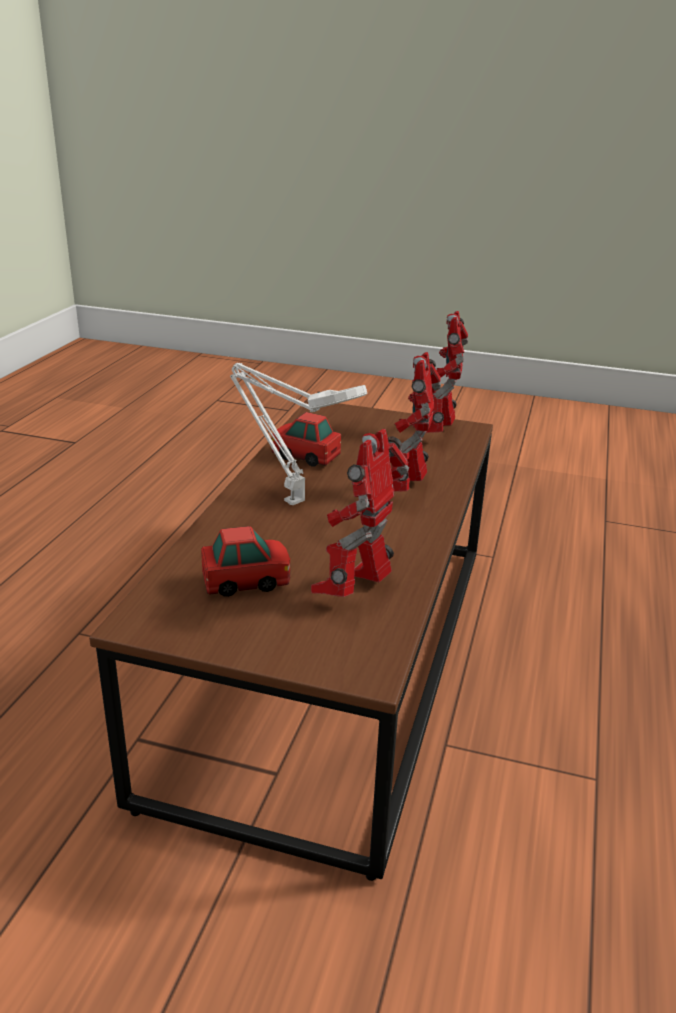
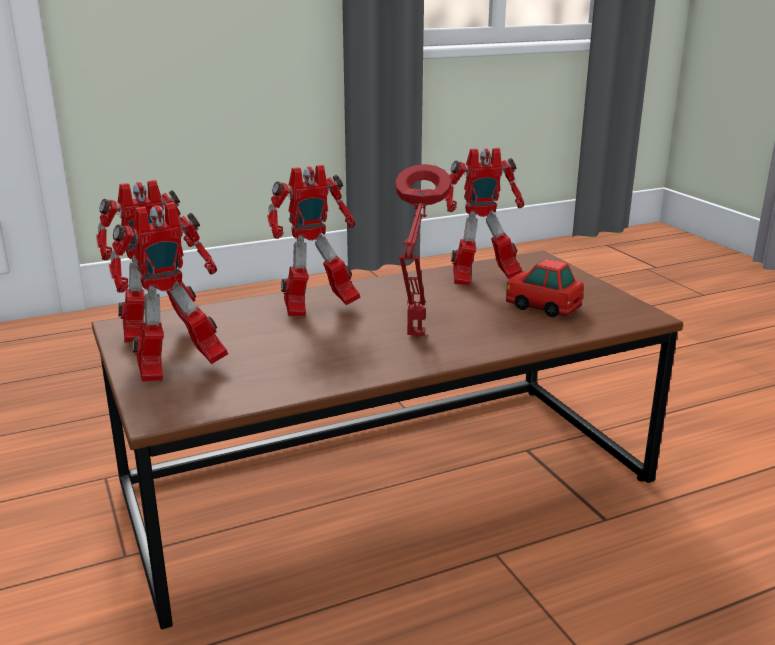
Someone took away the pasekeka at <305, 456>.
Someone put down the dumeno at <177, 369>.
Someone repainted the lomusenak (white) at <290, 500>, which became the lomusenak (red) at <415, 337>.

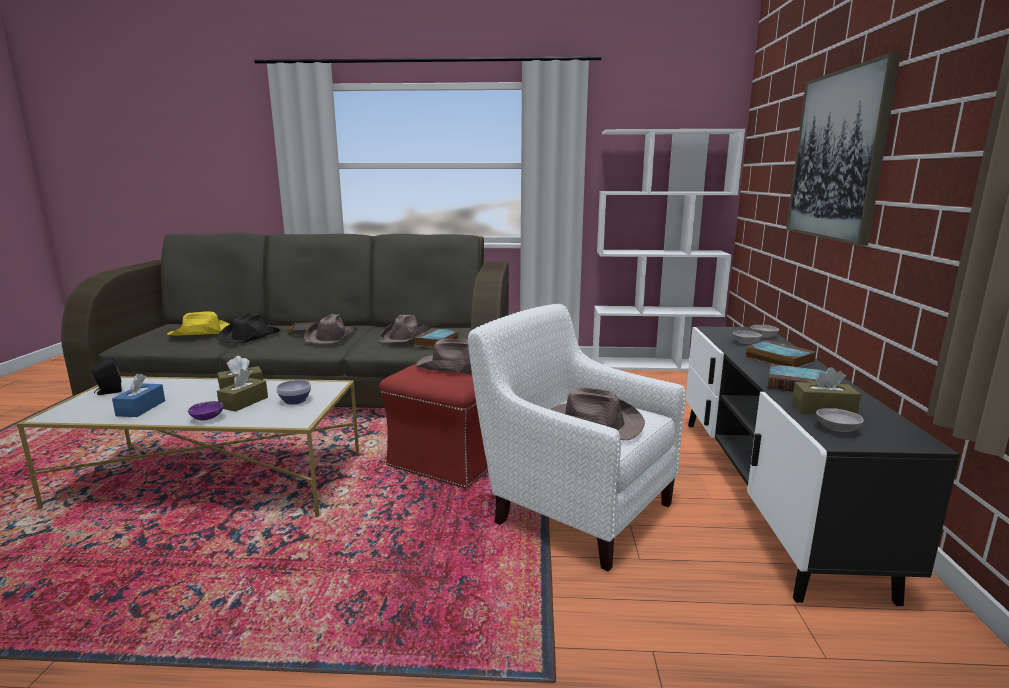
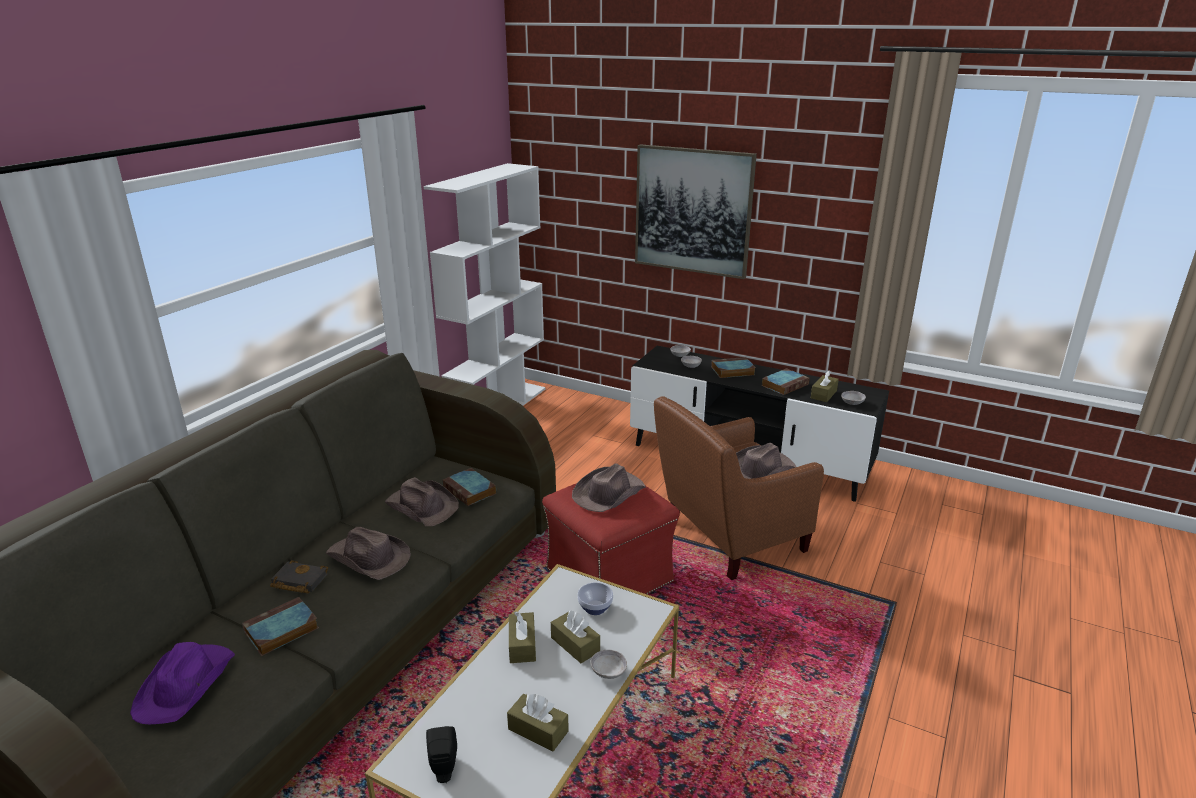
Someone swapped the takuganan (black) at <249, 336> for the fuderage at <280, 631>.
Someone repainted the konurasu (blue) at <141, 408>, which became the konurasu (brown) at <538, 730>.
Someone repainted the takuganan (yellow) at <202, 333>, which became the takuganan (purple) at <186, 684>.
Someone repainted the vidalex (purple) at <207, 418>, which became the vidalex (grey) at <608, 672>.
Someone repainted the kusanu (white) at <575, 507>, which became the kusanu (brown) at <727, 538>.

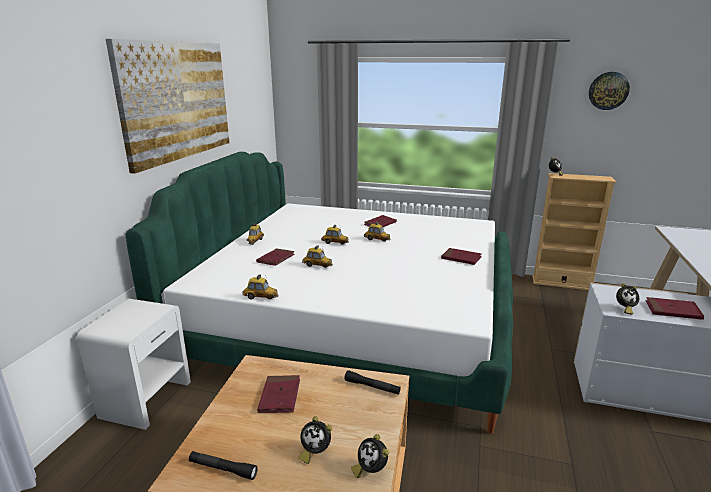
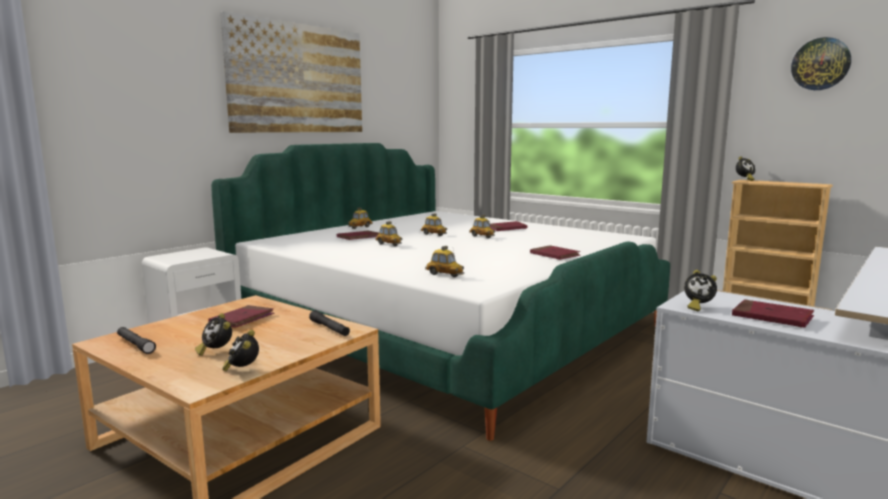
Someone carried the pasekeka from <260, 297> to <444, 275>.

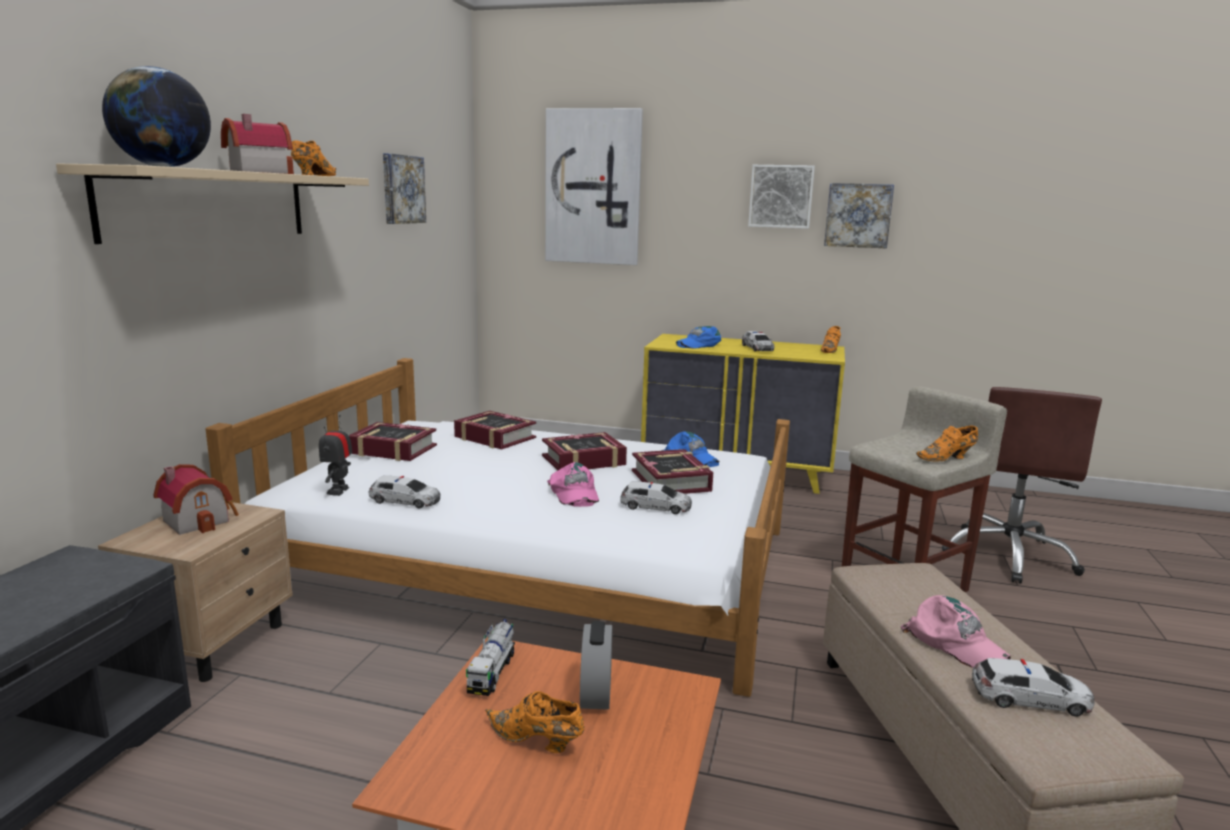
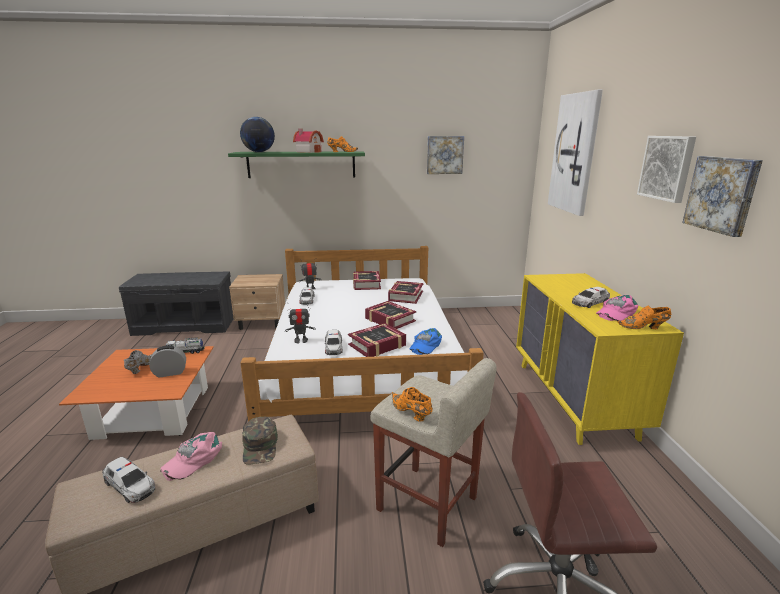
Someone took away the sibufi at <199, 519>.
Someone took away the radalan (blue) at <698, 344>.
Someone put down the radalan (green) at <260, 446>.
Someone put down the dumeno at <301, 340>.
Someone carried the radalan (pink) from <573, 493> to <615, 312>.
Someone repainted the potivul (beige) at <210, 205>, which became the potivul (green) at <301, 164>.
Someone repainted the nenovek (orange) at <536, 741>, which became the nenovek (grey) at <140, 368>.
Someone rotated the pasekeka at <1030, 698> by 45 degrees counterclockwise.

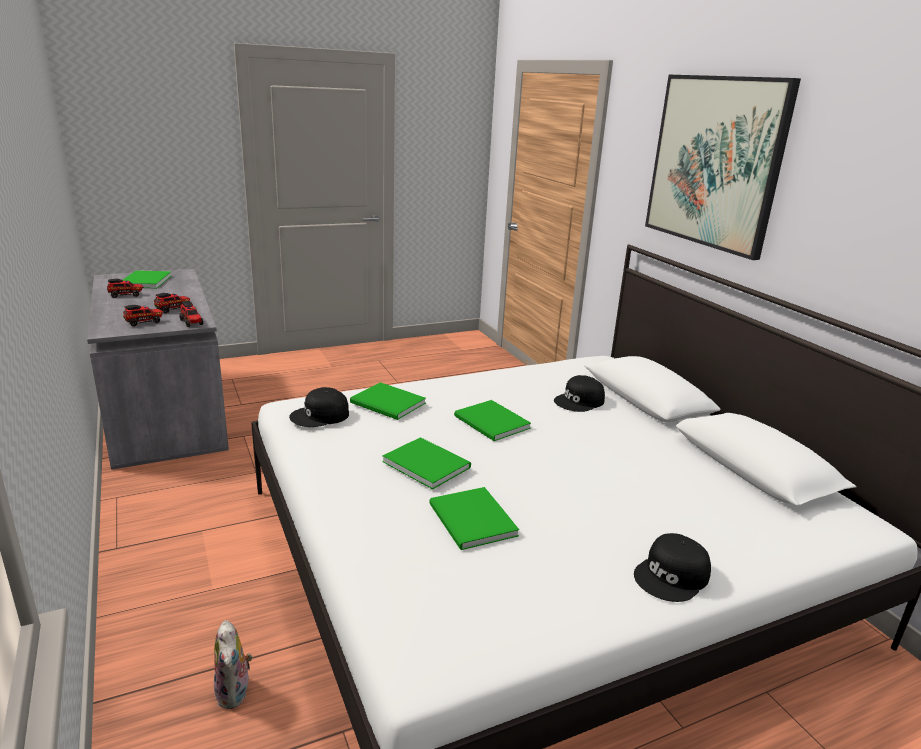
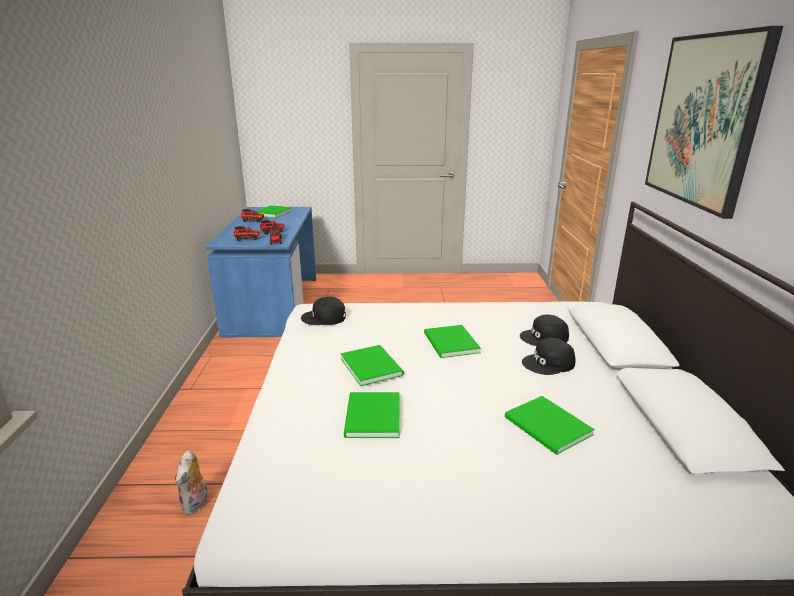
Someone carried the fuderage (green) from <388, 404> to <548, 428>.
Someone carried the radalan (black) from <672, 576> to <549, 363>.
Someone repainted the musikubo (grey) at <163, 412>, which became the musikubo (blue) at <272, 305>.

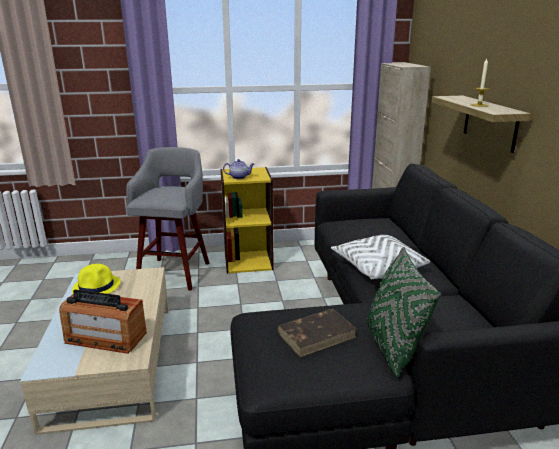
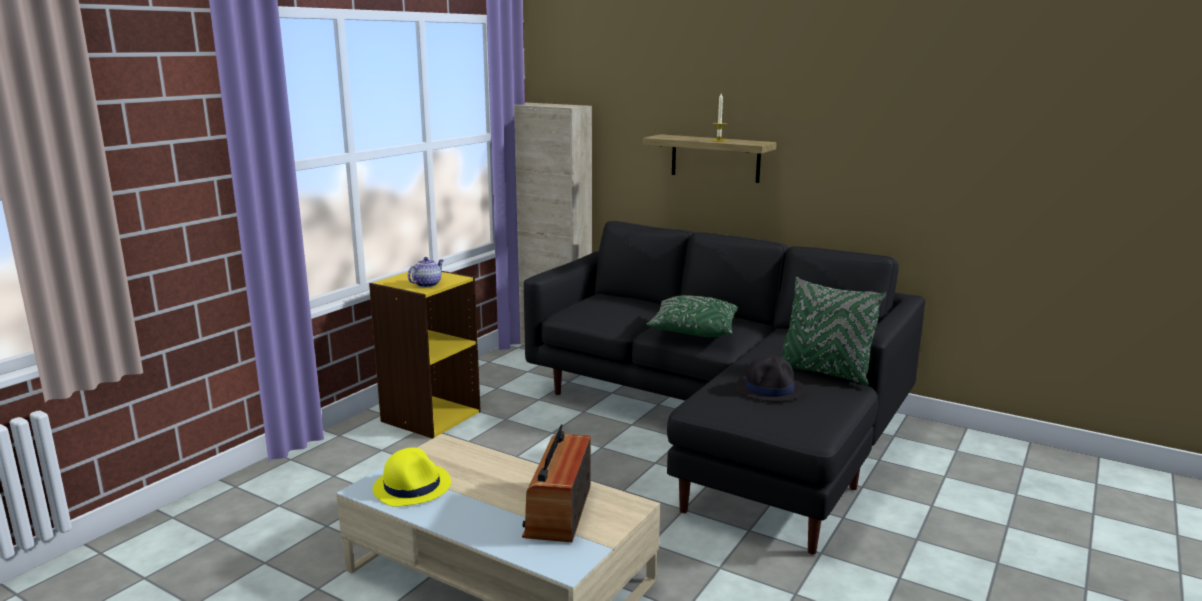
Someone took away the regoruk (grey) at <175, 272>.
Someone swapped the fuderage (brown) at <316, 334> for the takuganan (black) at <770, 389>.
Someone repainted the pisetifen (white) at <377, 267>, which became the pisetifen (green) at <693, 331>.
Someone rotated the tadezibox at <105, 338> by 135 degrees clockwise.

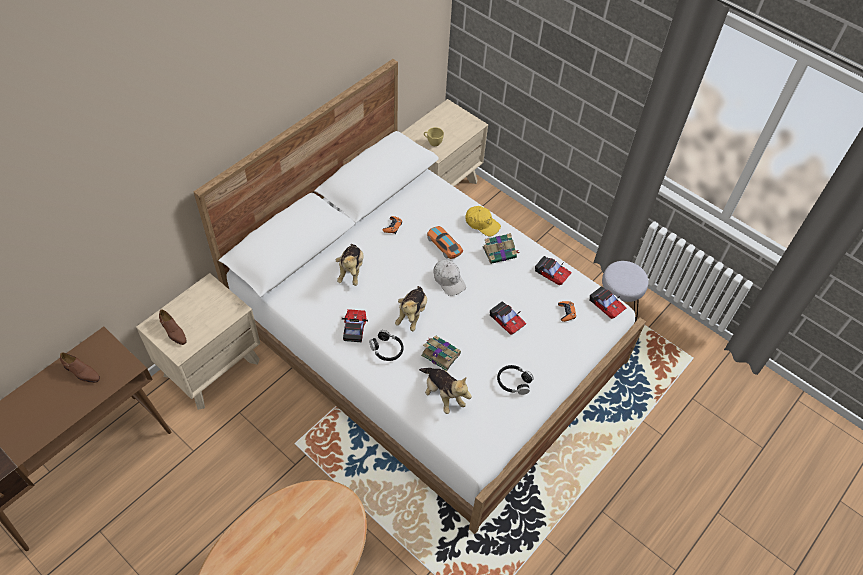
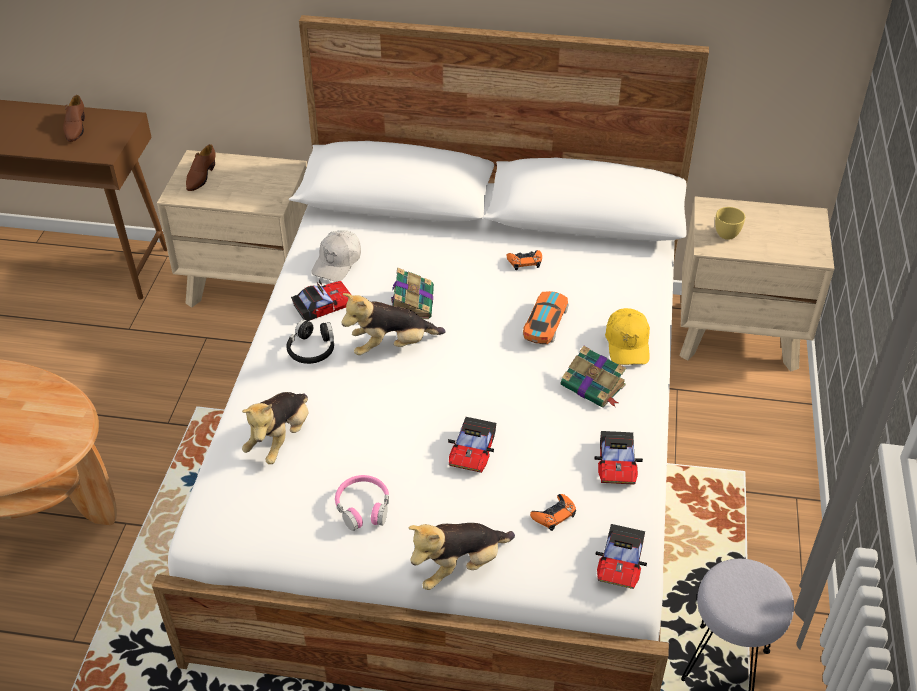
Someone carried the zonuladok from <351, 271> to <459, 566>.
Someone carried the fuderage from <440, 354> to <412, 302>.
Someone carried the radalan (white) from <449, 280> to <337, 262>.
Someone repainted the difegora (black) at <514, 382>, which became the difegora (pink) at <363, 507>.

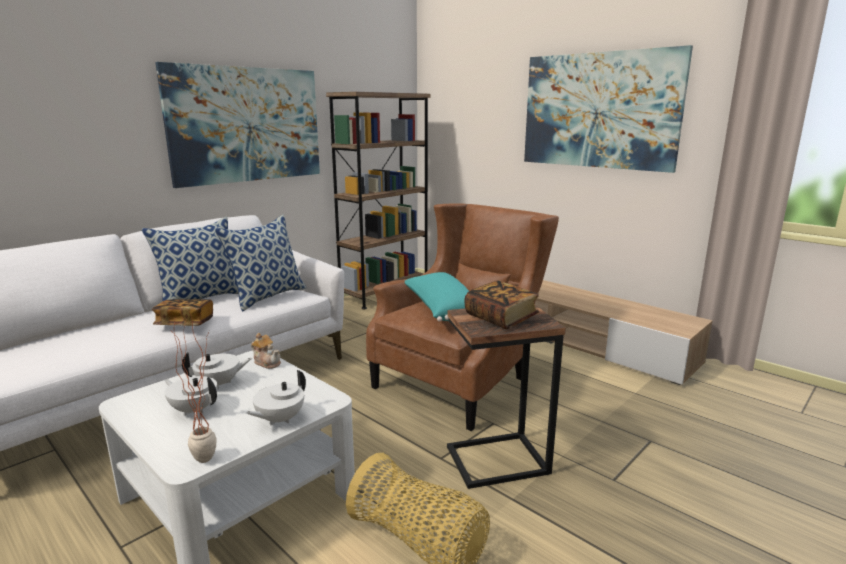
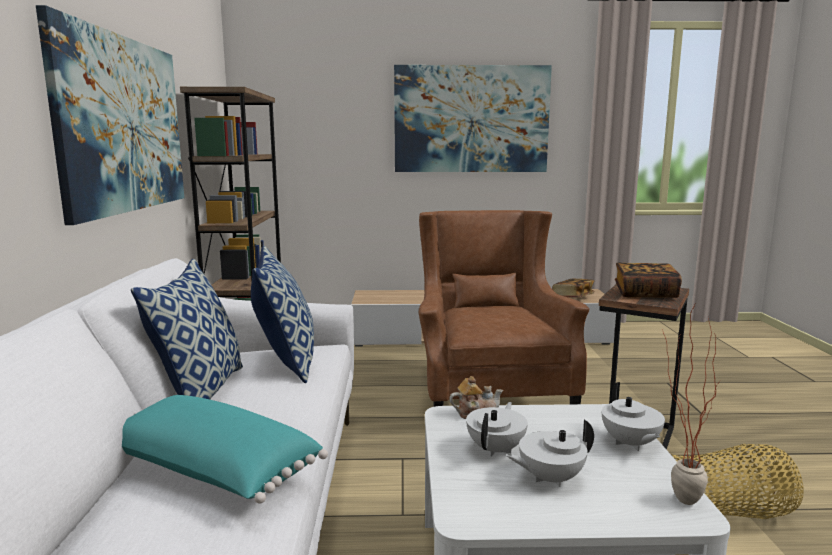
Someone carried the fuderage from <185, 324> to <572, 297>.
Someone carried the pisetifen (turquoise) from <441, 310> to <208, 472>.

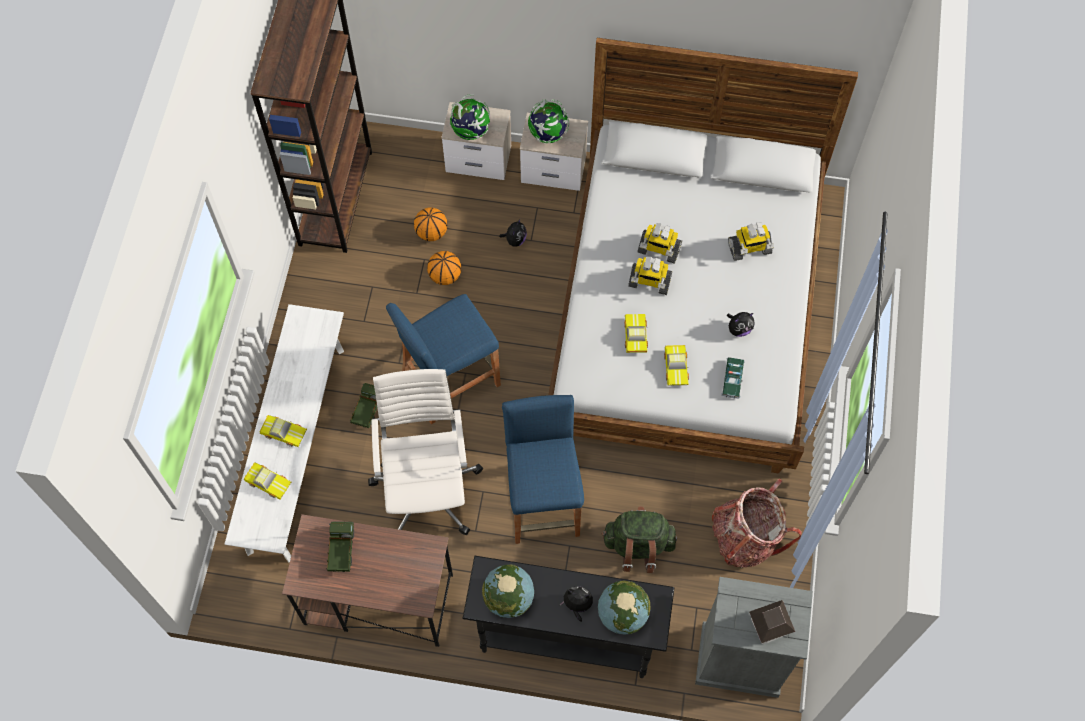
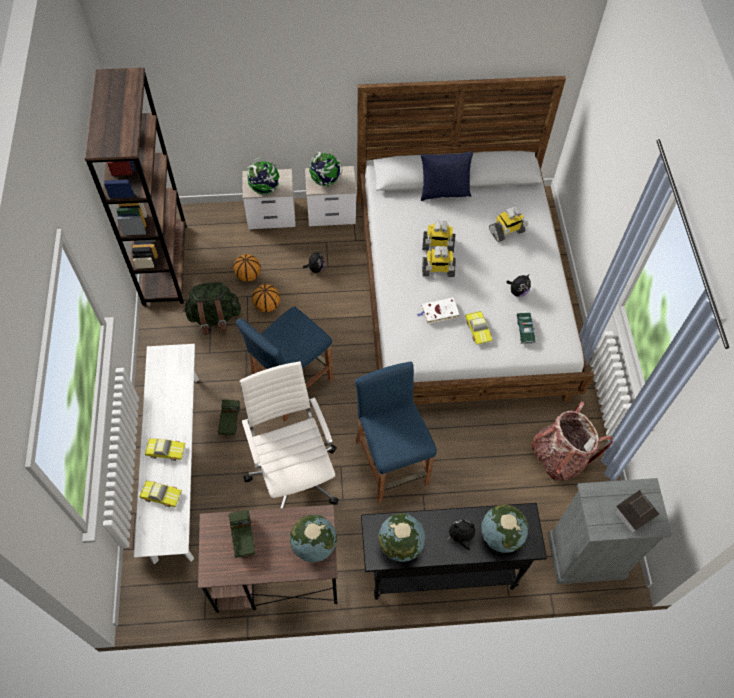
Someone put down the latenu at <313, 545>.
Someone put down the pisetifen (blue) at <444, 192>.
Someone carried the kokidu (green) from <638, 545> to <214, 318>.
Someone swapped the pasekeka at <634, 336> for the fuderage (white) at <438, 312>.

